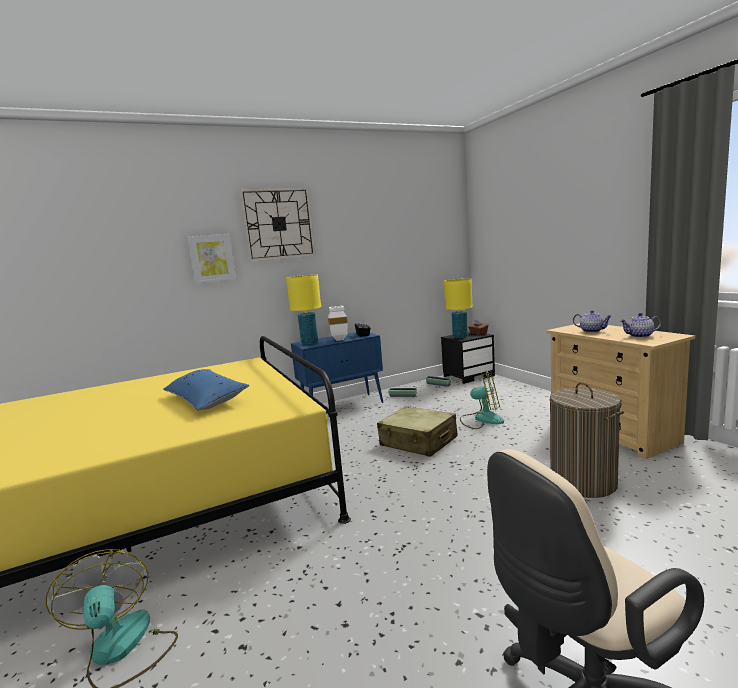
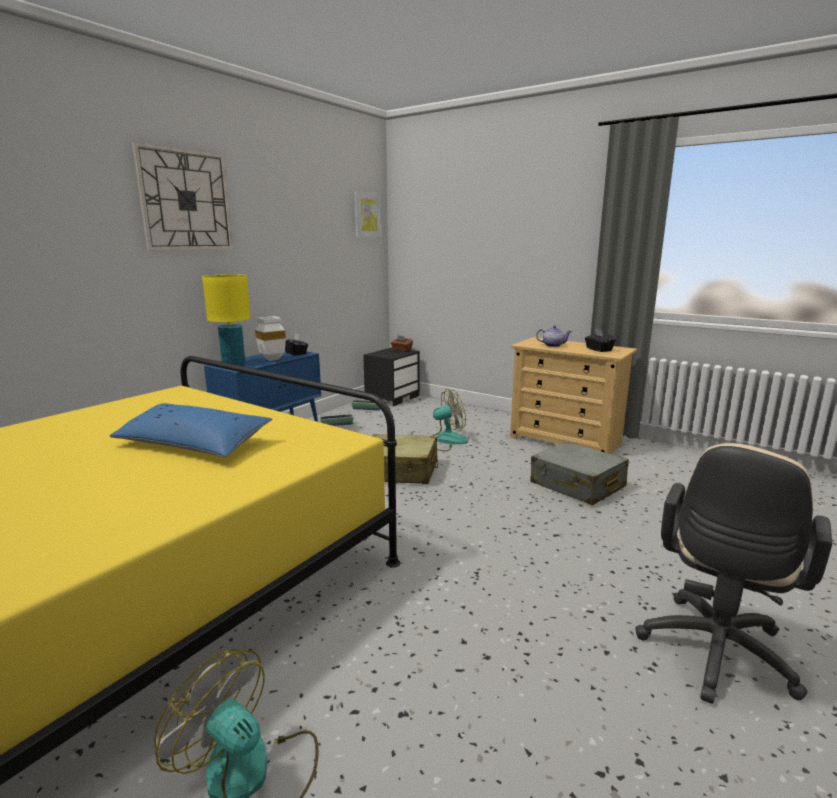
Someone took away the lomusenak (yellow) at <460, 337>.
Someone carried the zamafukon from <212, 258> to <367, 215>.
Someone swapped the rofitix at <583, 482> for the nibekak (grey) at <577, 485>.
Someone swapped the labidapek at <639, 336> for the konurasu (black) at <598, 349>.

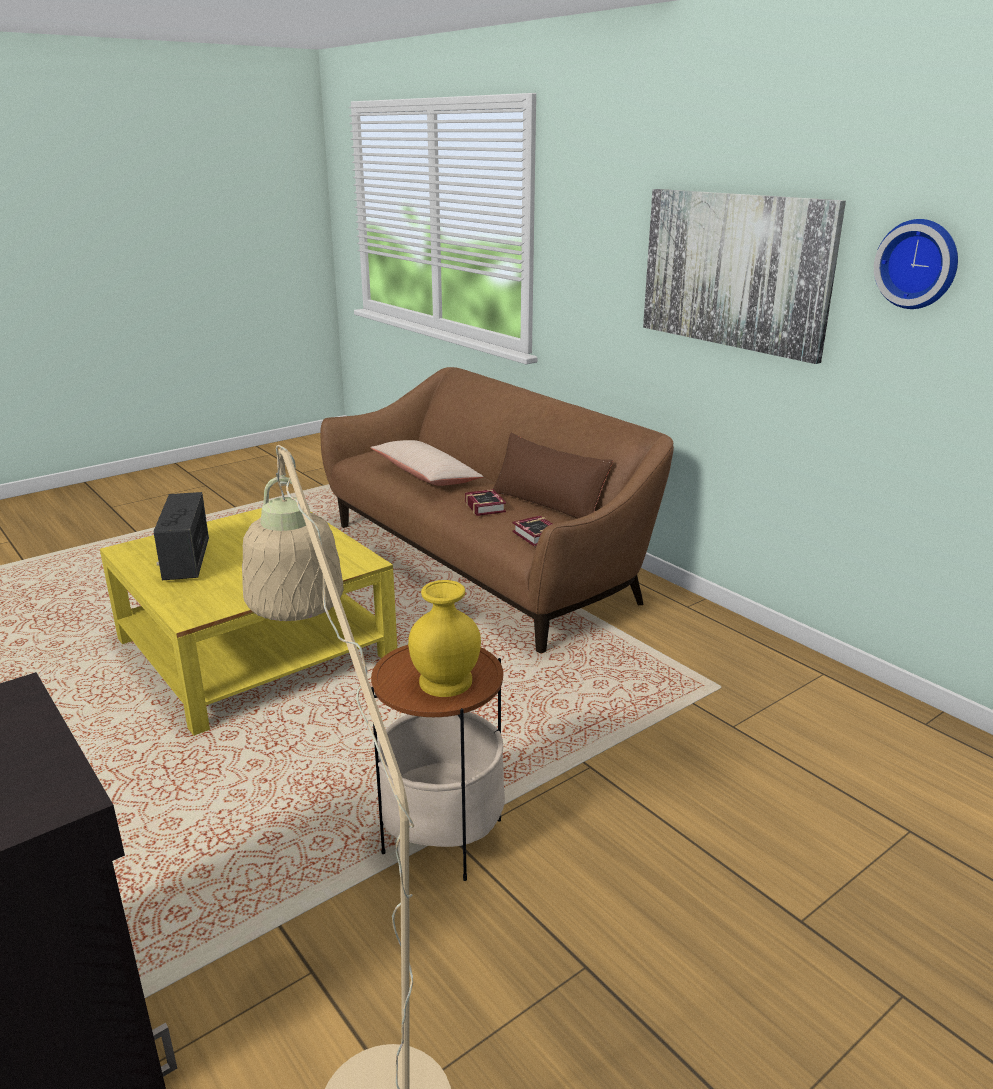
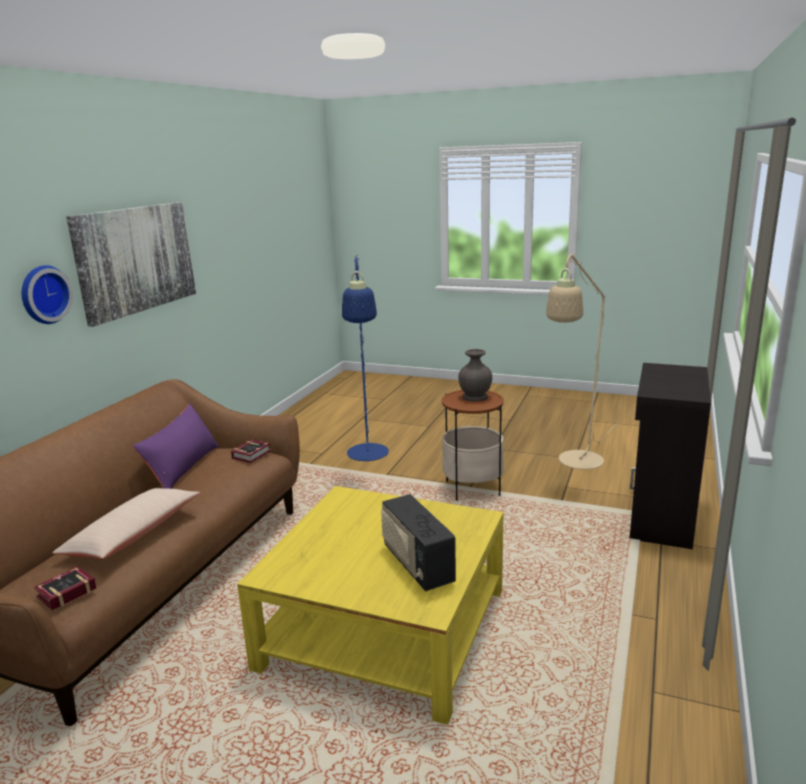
Someone put down the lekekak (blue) at <368, 457>.
Someone carried the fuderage from <485, 506> to <64, 593>.
Someone carried the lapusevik from <918, 264> to <43, 294>.
Someone repainted the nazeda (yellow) at <446, 680>, which became the nazeda (grey) at <474, 397>.
Someone repainted the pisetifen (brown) at <548, 504>, which became the pisetifen (purple) at <183, 468>.
Someone rotated the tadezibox at <185, 561> by 105 degrees clockwise.

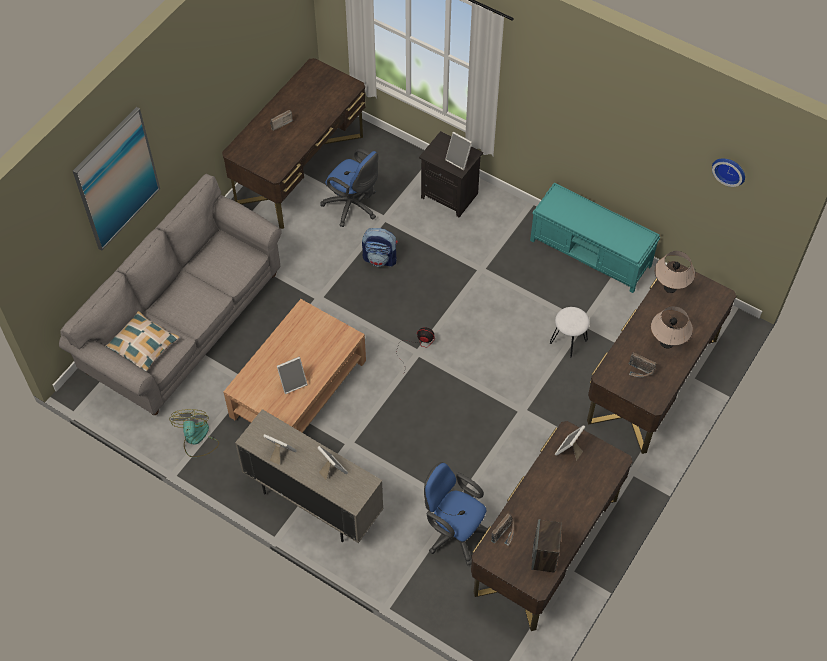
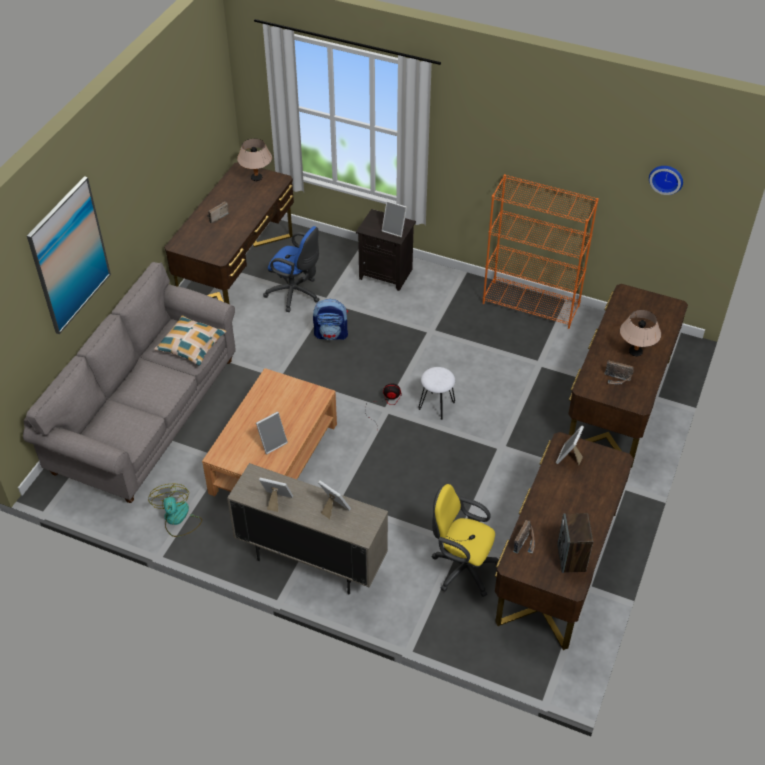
Someone carried the pisetifen from <142, 346> to <191, 345>.
Someone carried the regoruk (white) from <568, 341> to <436, 405>.
Someone carried the lomusenak (beige) from <670, 287> to <256, 178>.
Someone swapped the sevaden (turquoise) at <591, 253> for the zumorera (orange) at <531, 305>.
Someone repainted the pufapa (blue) at <454, 532>, which became the pufapa (yellow) at <461, 567>.

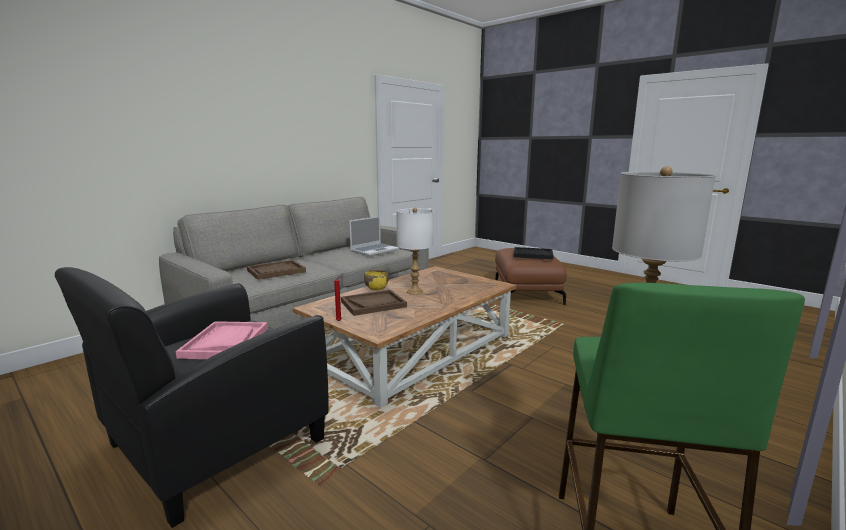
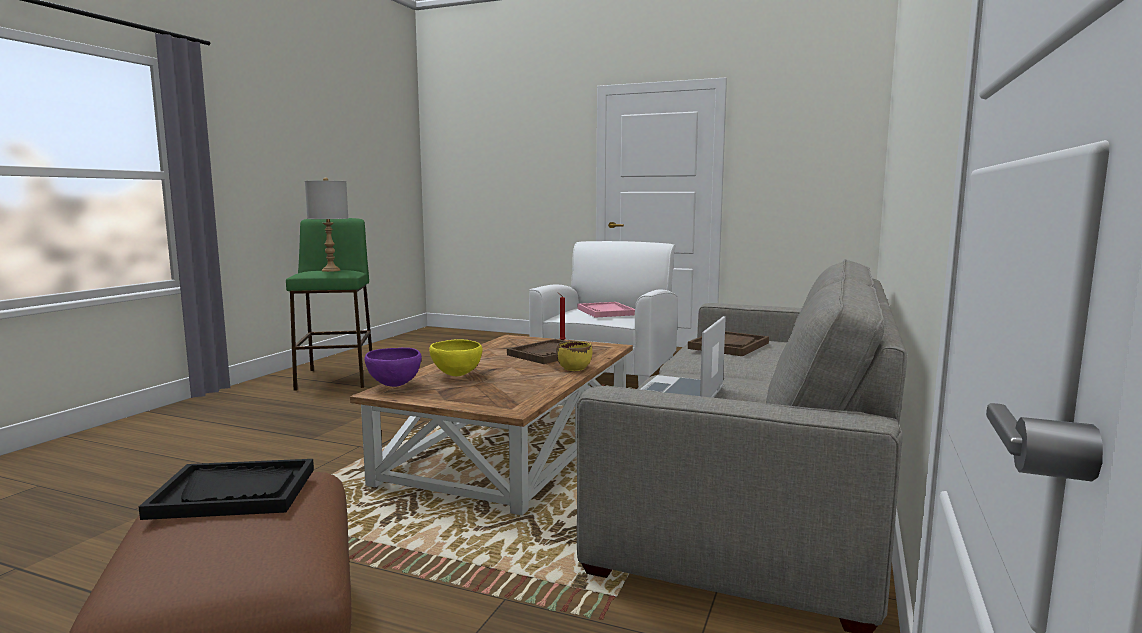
Someone took away the lomusenak (white) at <414, 292>.
Someone put down the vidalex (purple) at <394, 386>.
Someone put down the vidalex (yellow) at <456, 376>.
Someone repainted the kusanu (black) at <214, 443>, which became the kusanu (white) at <607, 378>.

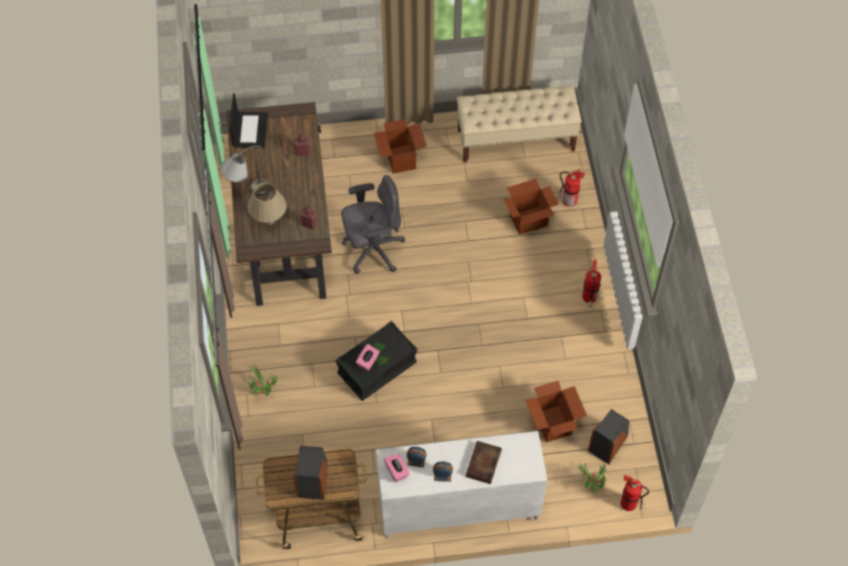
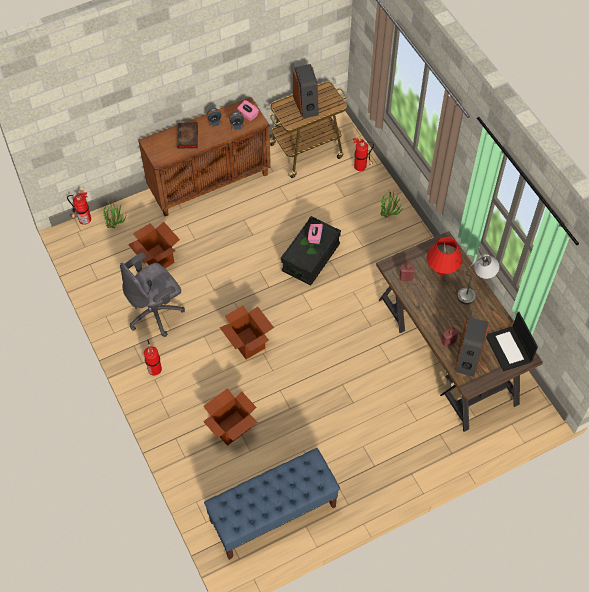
Someone carried the pufapa (grey) from <373, 250> to <156, 313>.
Someone carried the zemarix from <400, 159> to <248, 343>.
Someone carried the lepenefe from <567, 201> to <361, 168>.
Someone carried the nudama from <608, 443> to <468, 358>.
Someone repainted the lomusenak (beige) at <269, 220>, which became the lomusenak (red) at <441, 271>.
Someone repainted the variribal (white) at <457, 508>, which became the variribal (brown) at <210, 182>.
Someone repainted the sevaden (beige) at <516, 140>, which became the sevaden (blue) at <272, 514>.

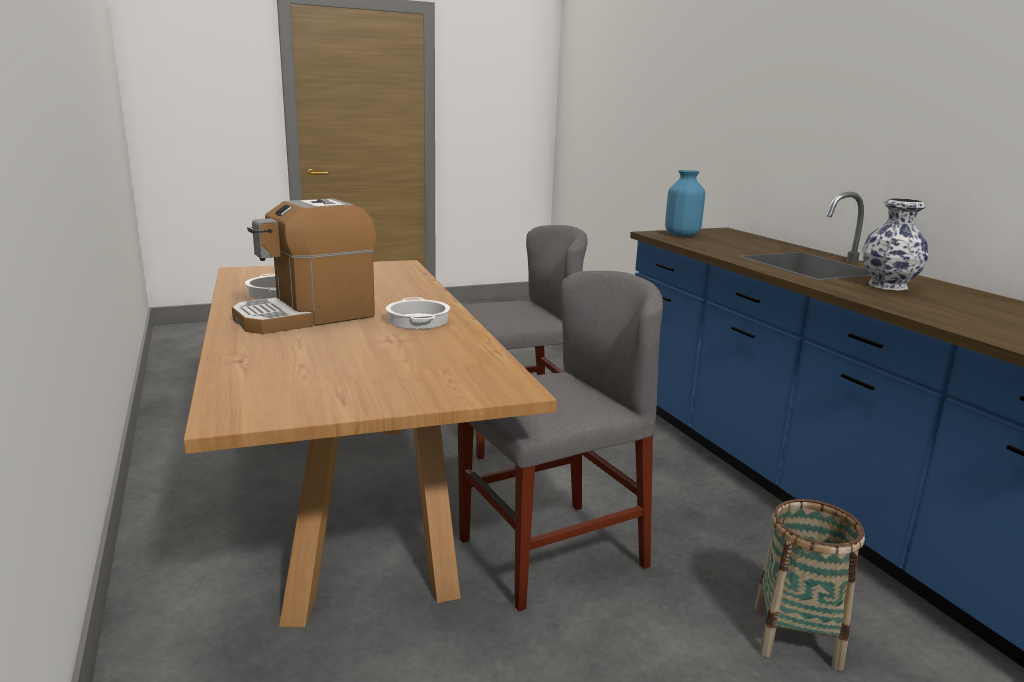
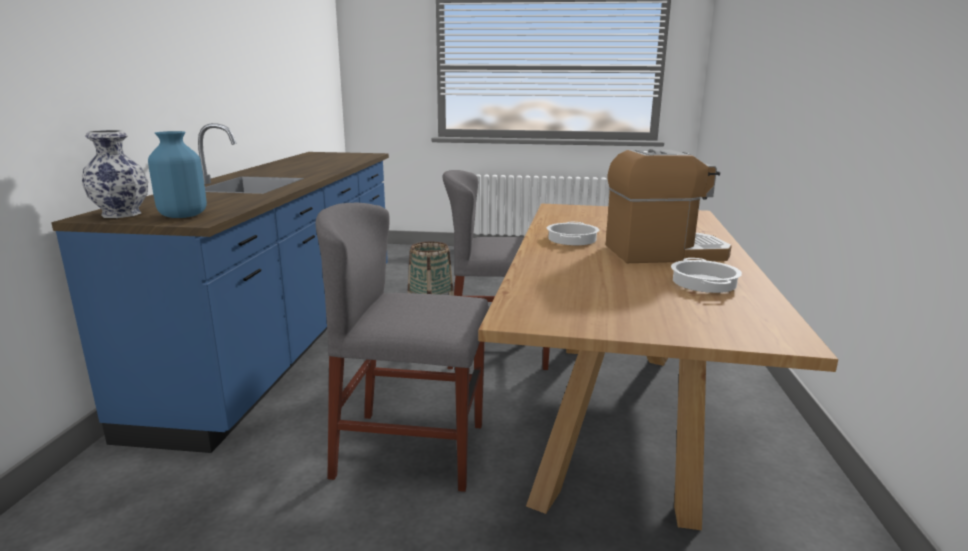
Someone carried the nazeda from <888, 286> to <122, 214>.

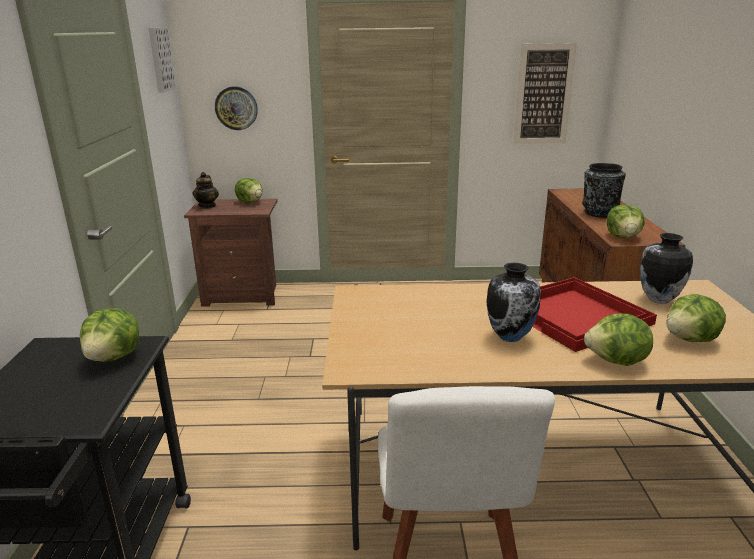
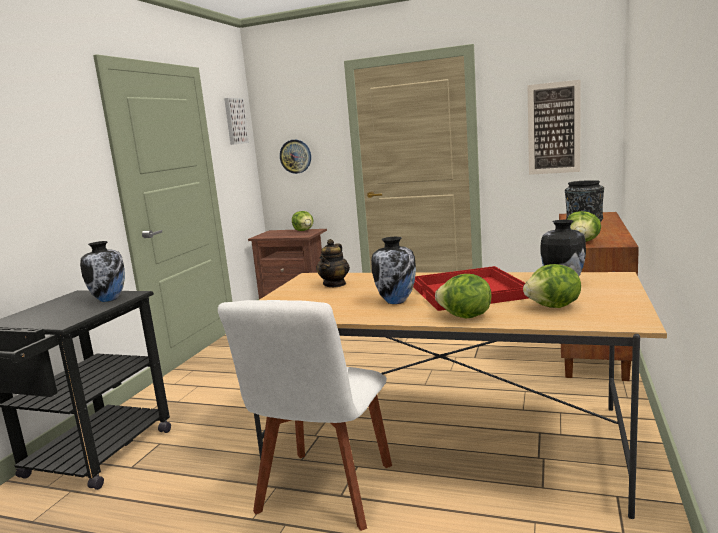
Someone carried the labidapek from <207, 205> to <335, 284>.
Someone swapped the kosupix at <114, 357> for the nazeda at <109, 299>.

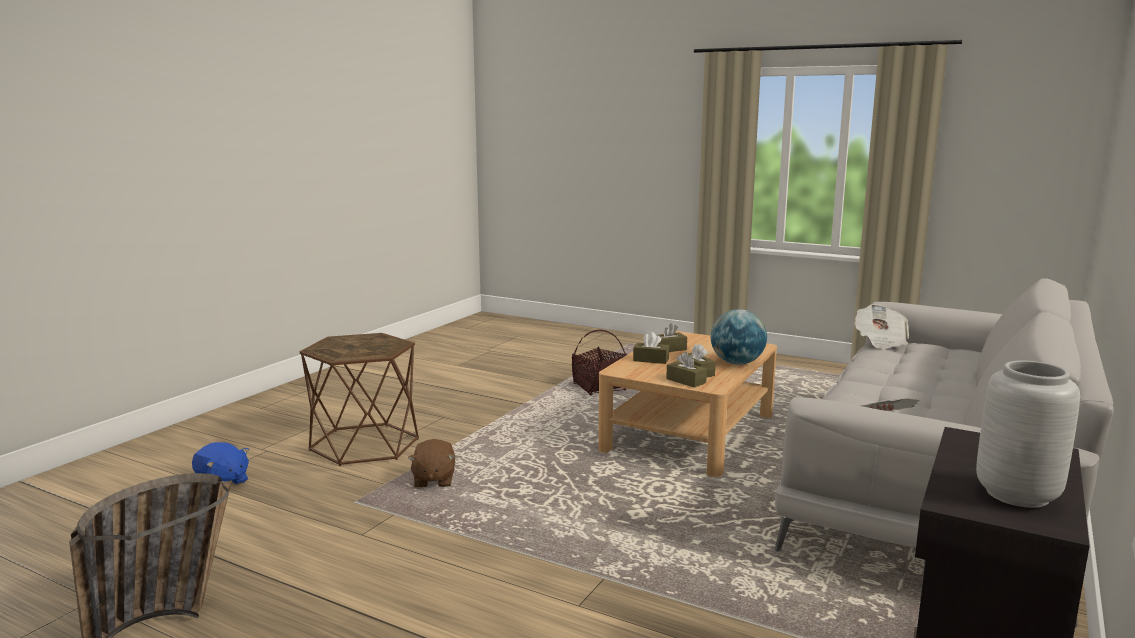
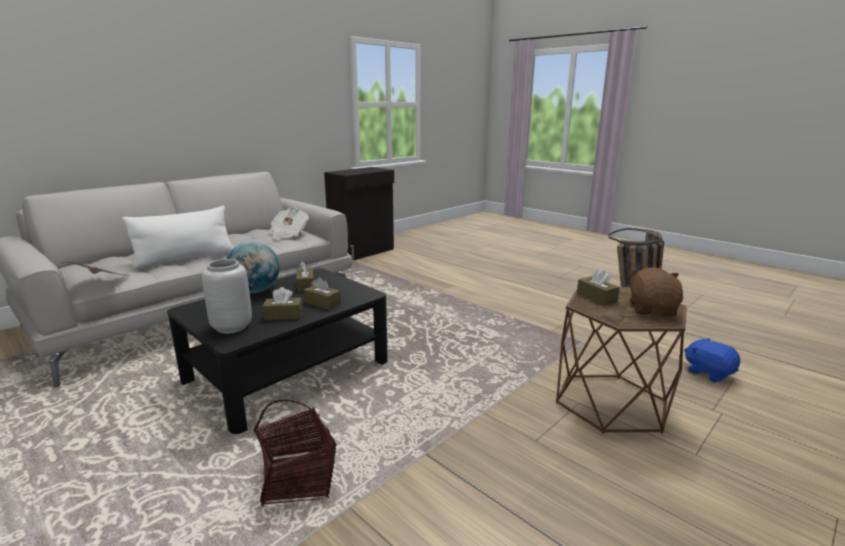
Someone put down the pisetifen (white) at <185, 259>.
Someone carried the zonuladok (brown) from <433, 481> to <652, 309>.
Someone carried the konurasu (brown) from <686, 381> to <596, 297>.
Someone carried the nazeda (grey) from <1018, 495> to <232, 327>.
Someone repainted the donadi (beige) at <689, 433>, which became the donadi (black) at <288, 371>.

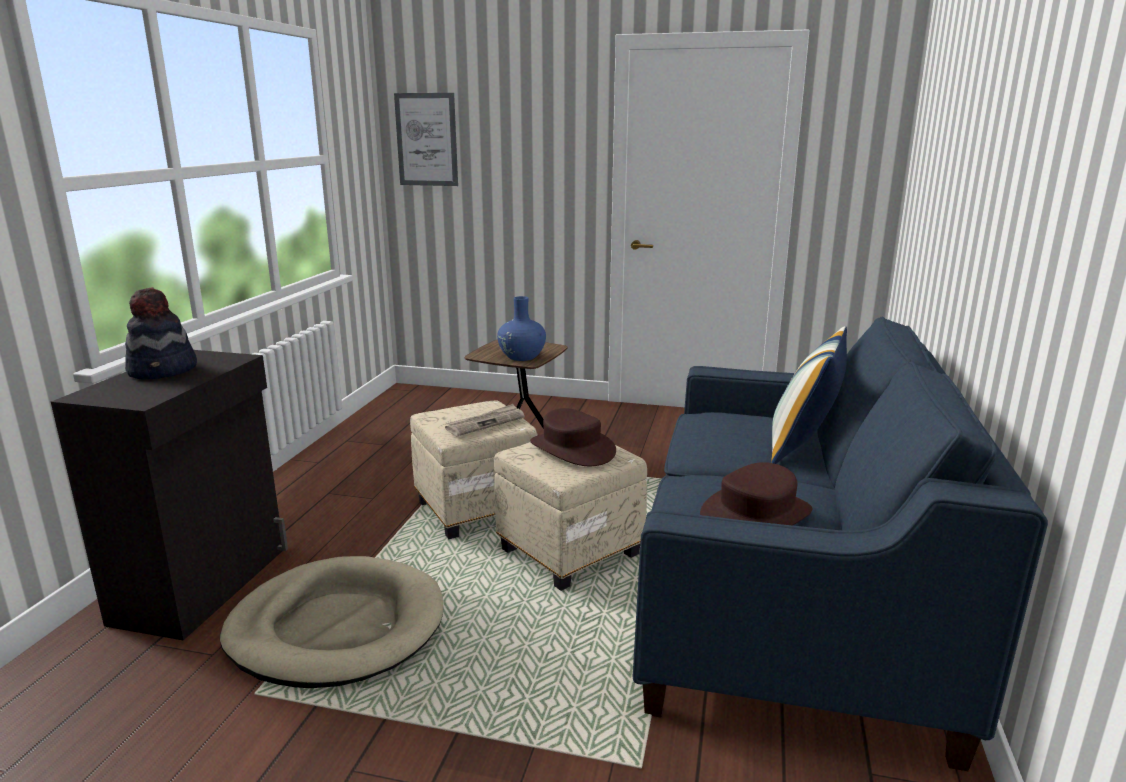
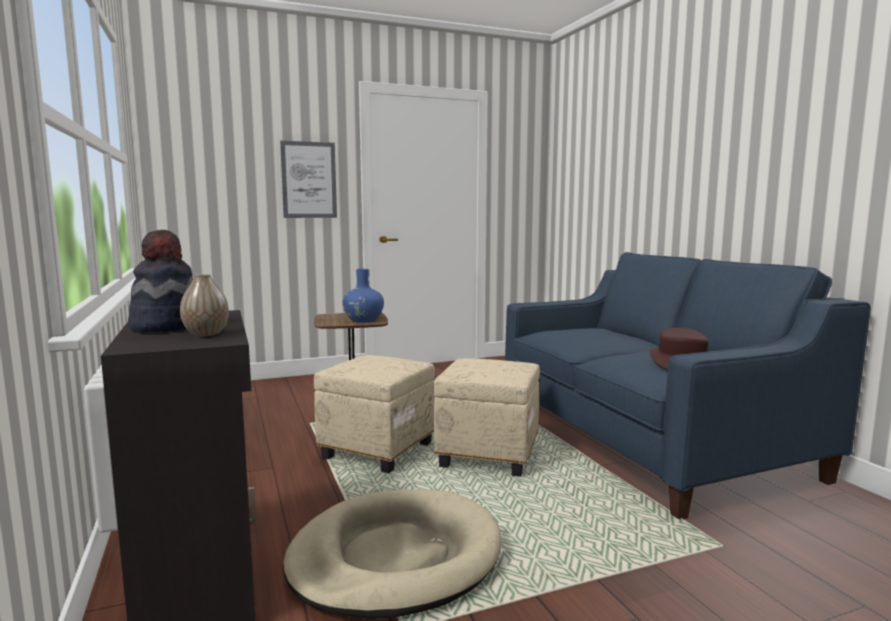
Someone took away the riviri at <485, 423>.
Someone took away the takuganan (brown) at <572, 449>.
Someone took away the pisetifen at <803, 446>.
Someone put down the nazeda at <206, 334>.
Someone carried the zamafukon from <426, 140> to <309, 180>.

